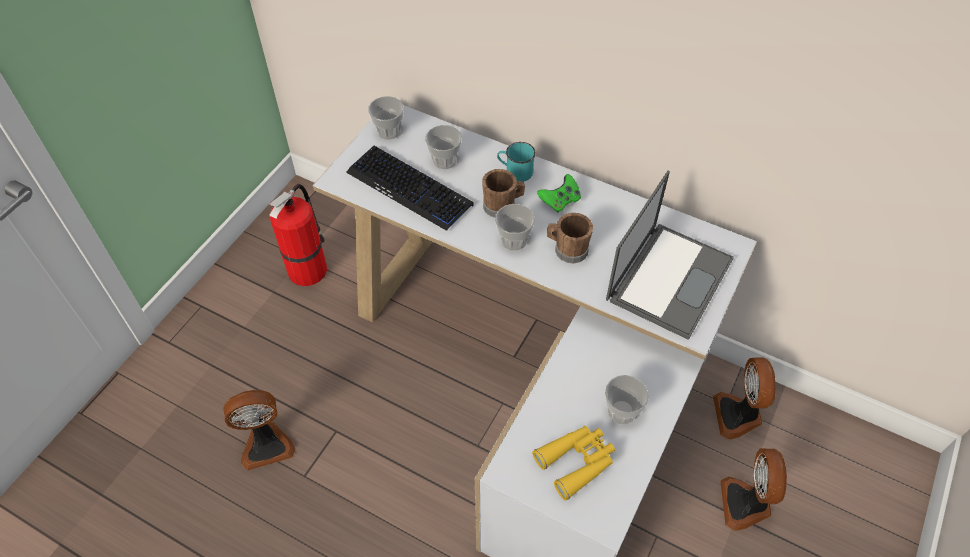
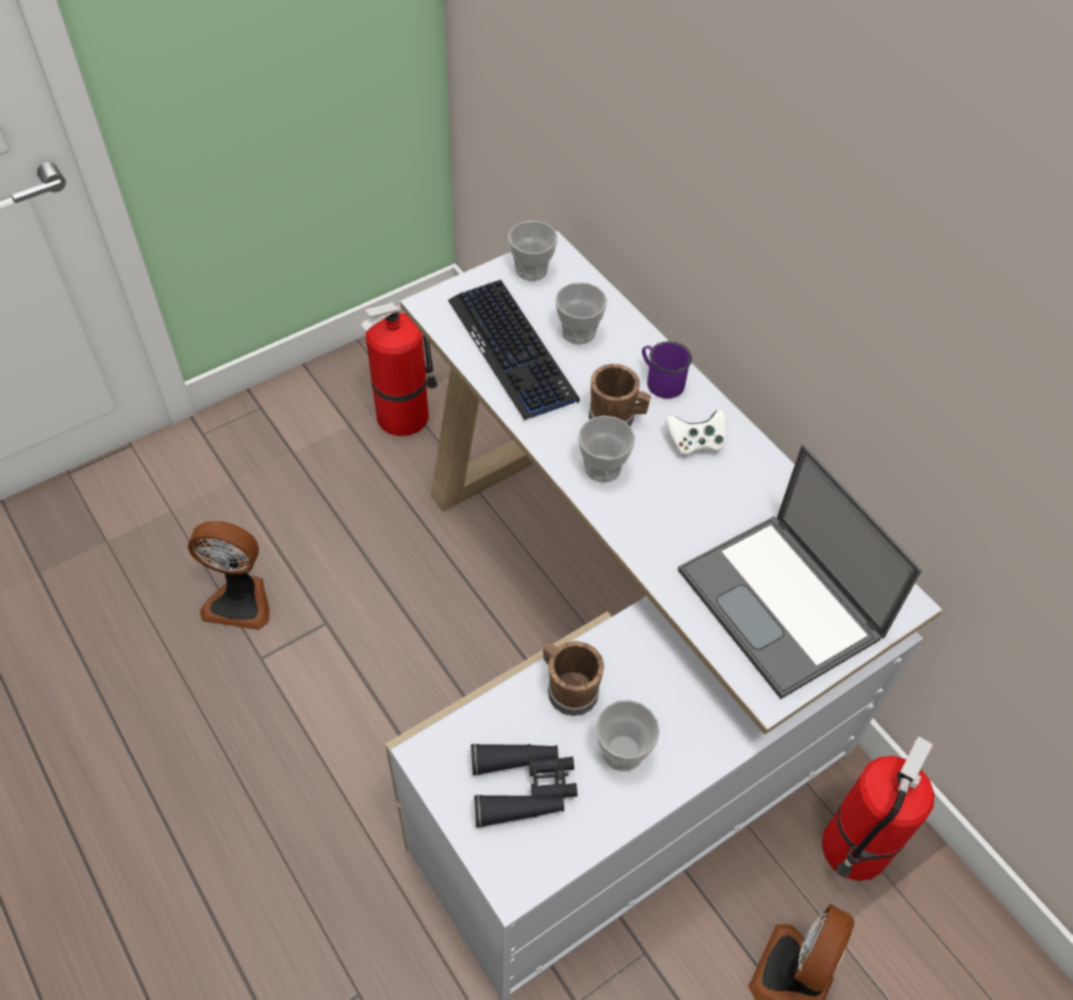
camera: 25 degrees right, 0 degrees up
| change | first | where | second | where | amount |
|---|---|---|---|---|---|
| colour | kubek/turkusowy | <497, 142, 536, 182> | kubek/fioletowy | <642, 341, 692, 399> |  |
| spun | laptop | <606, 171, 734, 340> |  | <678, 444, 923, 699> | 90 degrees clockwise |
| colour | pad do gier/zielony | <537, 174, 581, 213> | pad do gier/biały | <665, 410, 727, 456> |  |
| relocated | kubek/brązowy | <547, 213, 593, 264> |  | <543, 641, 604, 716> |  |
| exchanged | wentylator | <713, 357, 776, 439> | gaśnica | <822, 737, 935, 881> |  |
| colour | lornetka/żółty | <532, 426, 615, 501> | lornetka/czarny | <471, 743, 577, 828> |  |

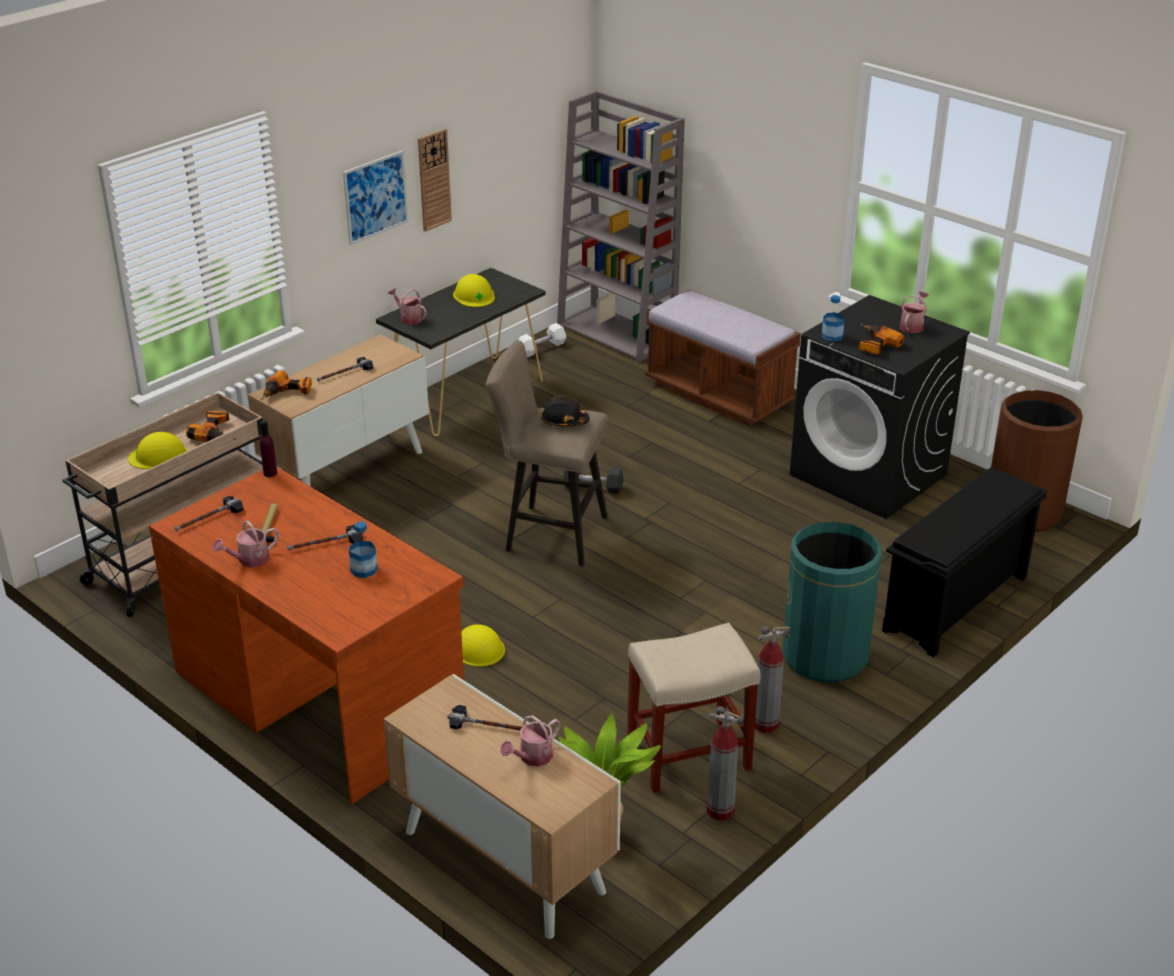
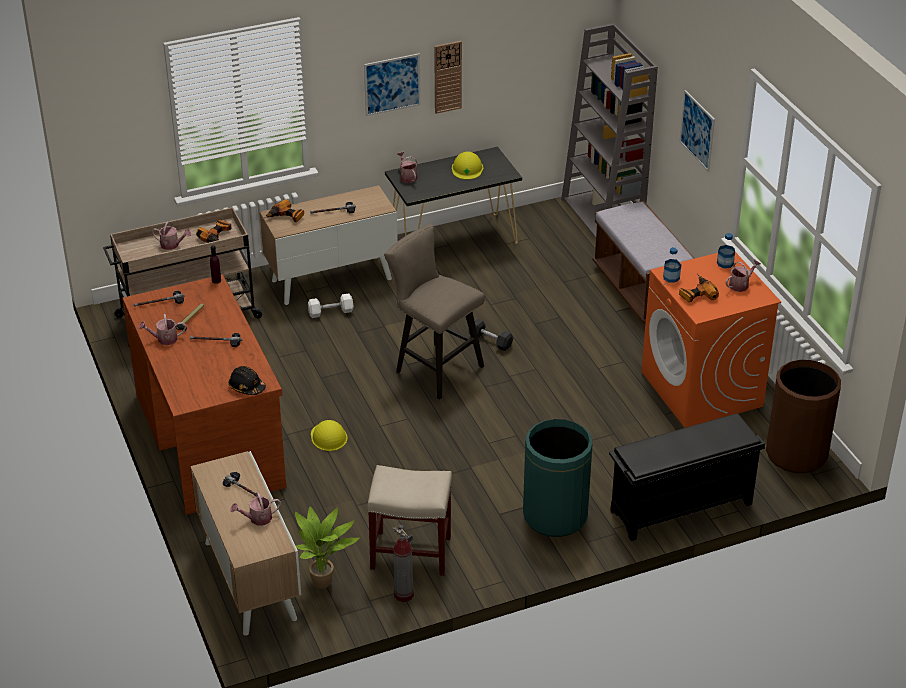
camera: 25 degrees right, 5 degrees up
| change | first | where | second | where | amount |
|---|---|---|---|---|---|
| colour | pralka/czarny | <790, 295, 970, 519> | pralka/pomarańczowy | <641, 252, 781, 428> |  |
| relocated | hantel/biały | <518, 323, 567, 357> |  | <308, 293, 354, 318> |  |
| relocated | kask/czarny | <541, 395, 590, 426> |  | <228, 366, 266, 395> |  |
| exchanged | kask/żółty | <128, 432, 187, 469> | konewka | <152, 221, 191, 250> |  |
| relocated | butelka | <349, 522, 377, 578> |  | <717, 233, 735, 269> |  |
| missing | gaśnica | <755, 626, 790, 733> |  |  |  |
| appeared |  |  | obraz | <679, 90, 715, 172> |  |

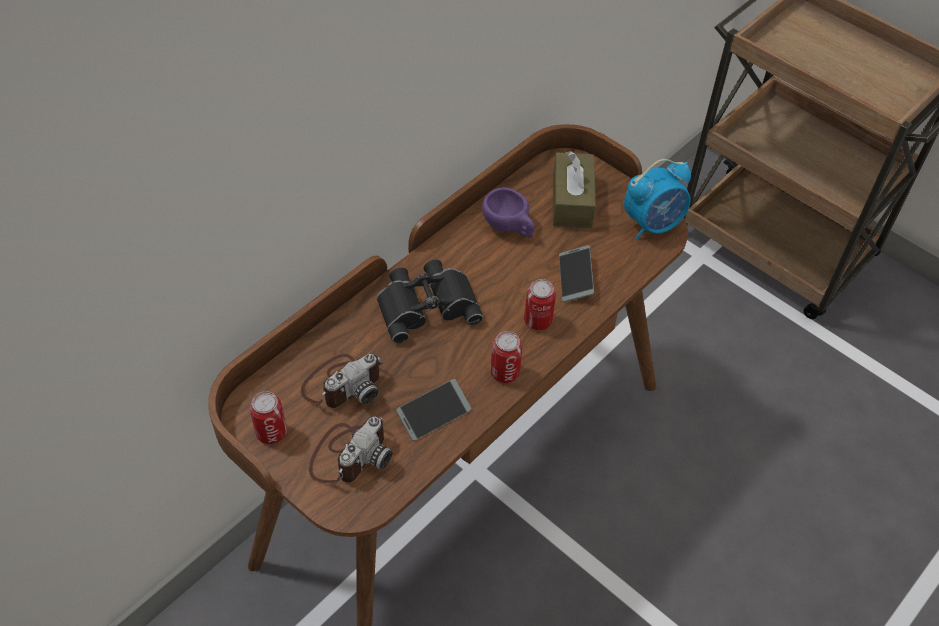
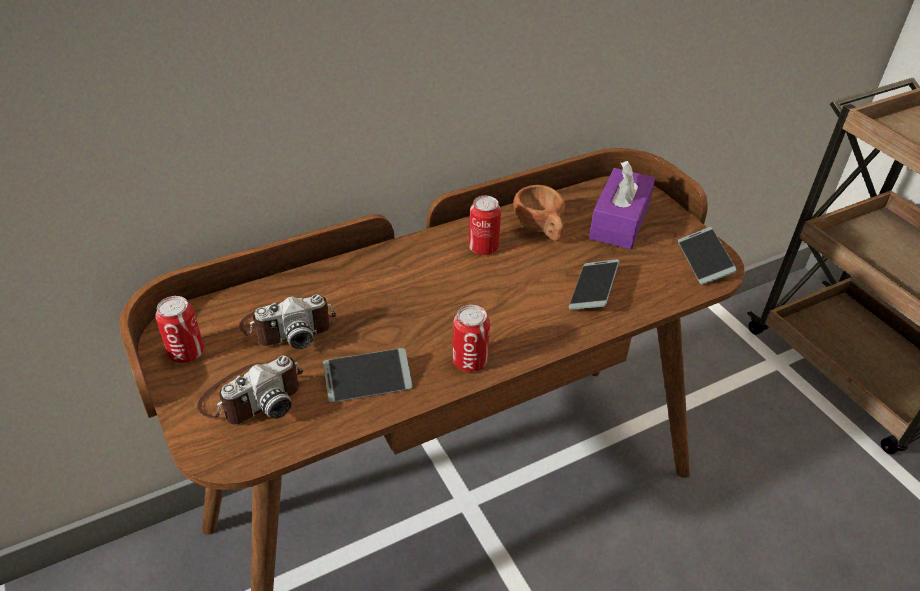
camera: 20 degrees right, 10 degrees down
| change | first | where | second | where | amount |
|---|---|---|---|---|---|
| colour | pudełko chusteczek/brązowy | <553, 151, 596, 228> | pudełko chusteczek/fioletowy | <589, 161, 655, 250> |  |
| exchanged | budzik | <624, 159, 691, 240> | telefon | <678, 227, 737, 285> |  |
| colour | filiżanka/fioletowy | <482, 187, 535, 238> | filiżanka/brązowy | <513, 185, 565, 241> |  |
| missing | lornetka/czarny | <377, 260, 483, 344> |  |  |  |
| relocated | puszka | <524, 279, 556, 330> |  | <469, 196, 501, 255> |  |

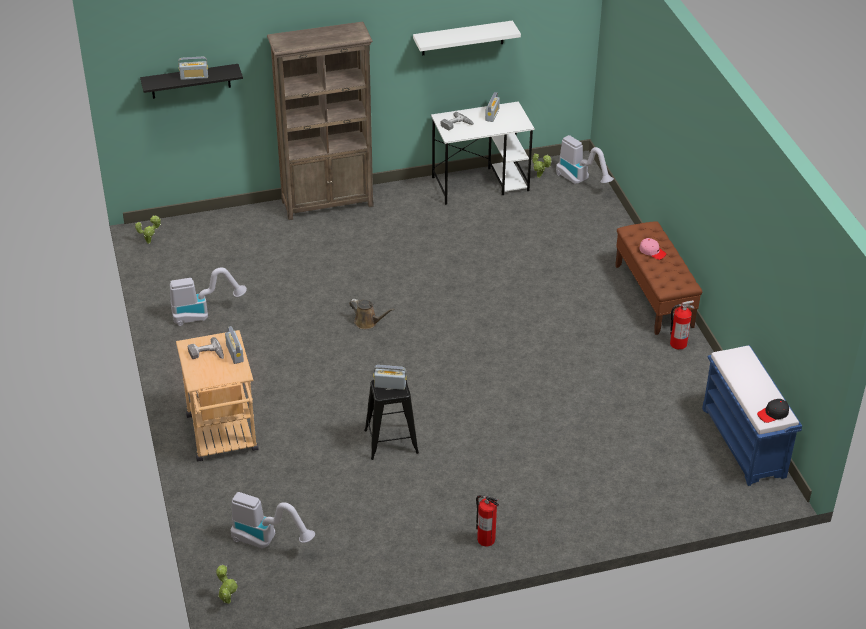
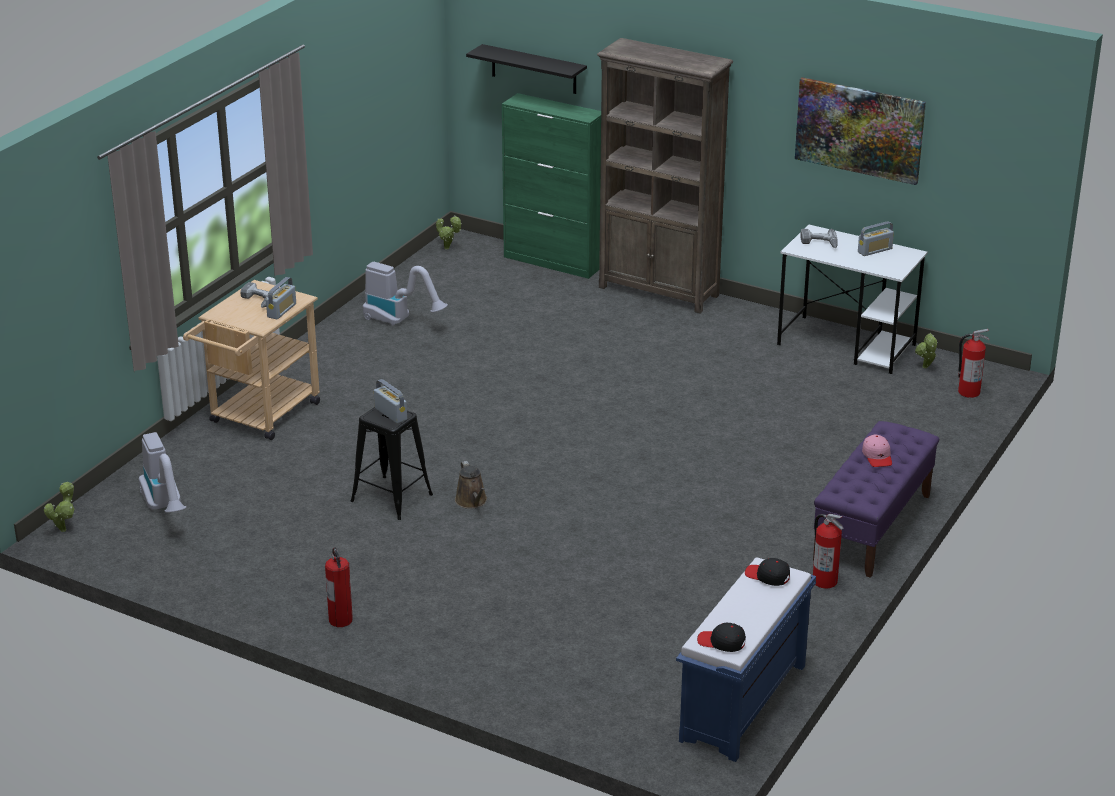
camera: 45 degrees right, 10 degrees down
| change | first | where | second | where | amount |
|---|---|---|---|---|---|
| exchanged | półka/biały | <413, 20, 521, 55> | obraz | <795, 77, 926, 185> |  |
| missing | radio | <178, 57, 208, 80> |  |  |  |
| exchanged | odkurzacz | <556, 135, 614, 184> | gaśnica | <958, 329, 989, 398> |  |
| colour | ławka/brązowy | <615, 222, 702, 335> | ławka/fioletowy | <813, 421, 939, 578> |  |
| relocated | konewka/brązowy | <349, 299, 395, 329> |  | <455, 461, 487, 509> |  |
| appeared |  |  | szafka/zielony | <502, 93, 601, 279> |  |
| appeared |  |  | czapka z daszkiem/czarny | <745, 558, 790, 586> |  |

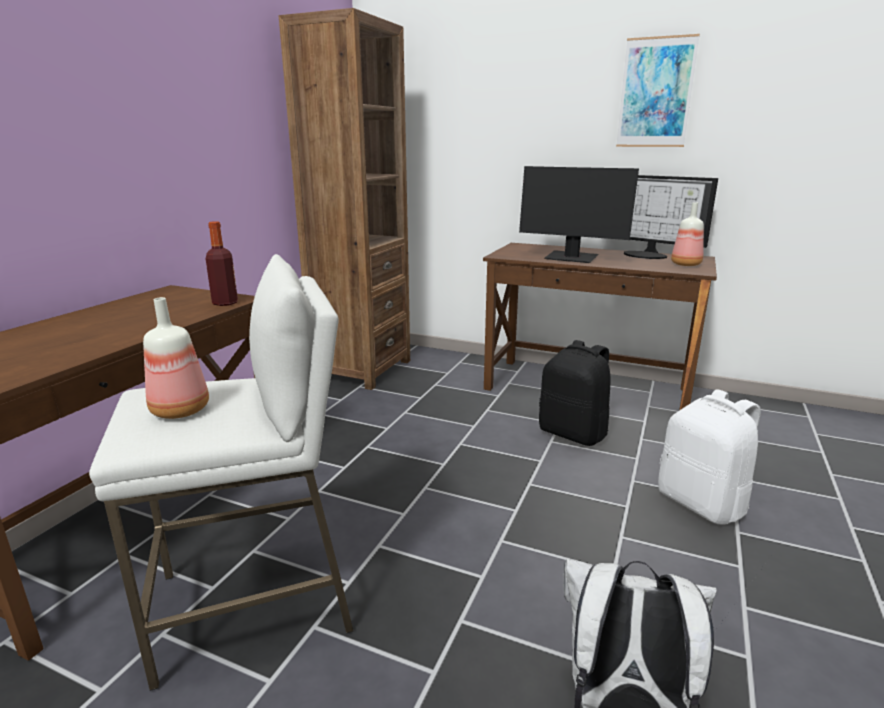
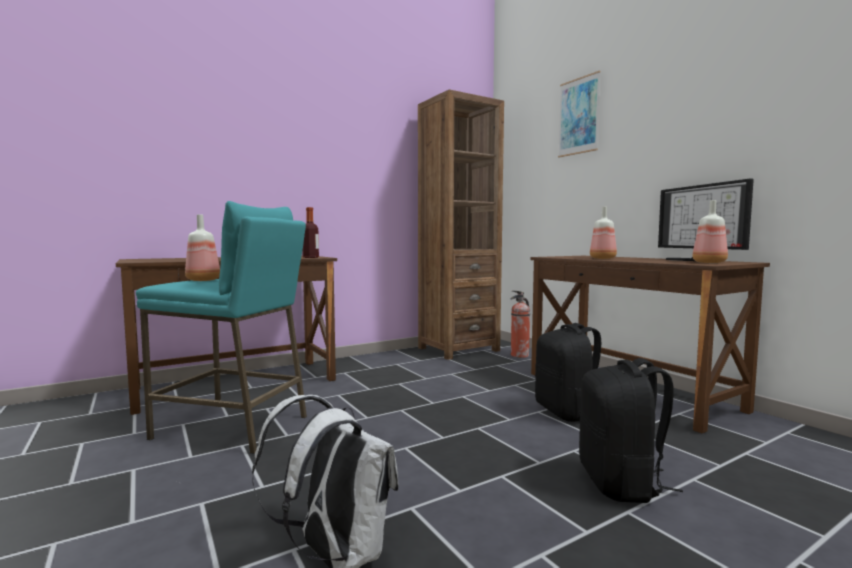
camera: 35 degrees right, 15 degrees down
| change | first | where | second | where | amount |
|---|---|---|---|---|---|
| relocated | obraz | <616, 34, 700, 147> |  | <558, 71, 601, 157> |  |
| exchanged | monitor | <519, 166, 639, 263> | butelka | <590, 206, 617, 259> |  |
| colour | stołek/biały | <89, 254, 354, 691> | stołek/turkusowy | <136, 201, 307, 454> |  |
| colour | plecak/biały | <658, 389, 761, 525> | plecak/czarny | <579, 358, 683, 503> |  |
| appeared |  |  | gaśnica | <511, 291, 530, 358> |  |

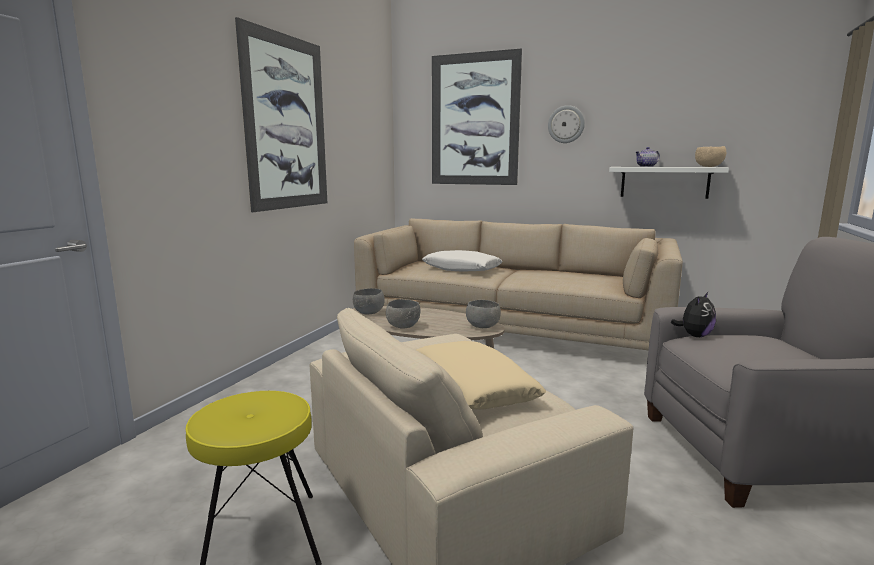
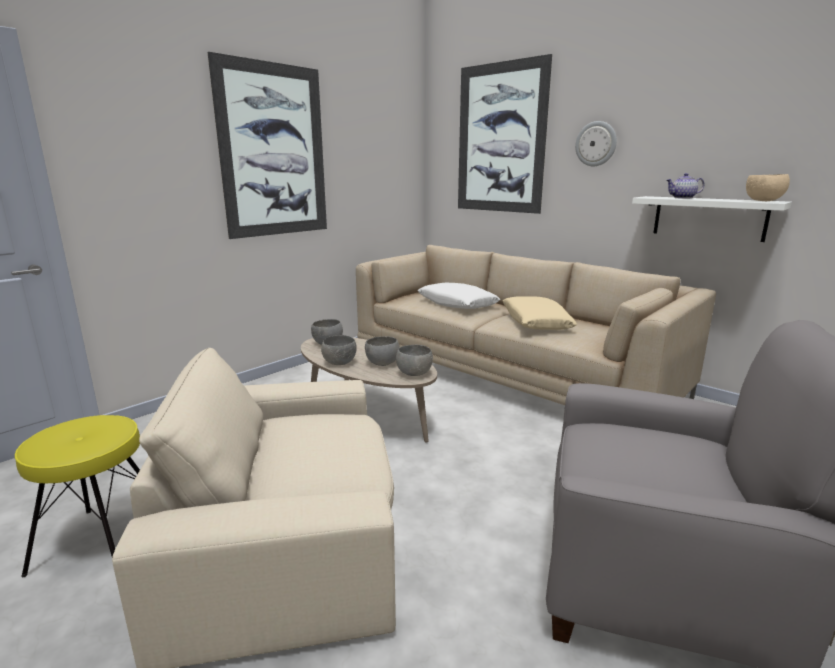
camera: 20 degrees right, 5 degrees up
| change | first | where | second | where | amount |
|---|---|---|---|---|---|
| missing | pluszak | <671, 292, 716, 337> |  |  |  |
| relocated | poduszka/beżowy | <416, 341, 546, 410> |  | <503, 296, 577, 330> |  |
| appeared |  |  | miska/szary | <365, 336, 400, 366> |  |

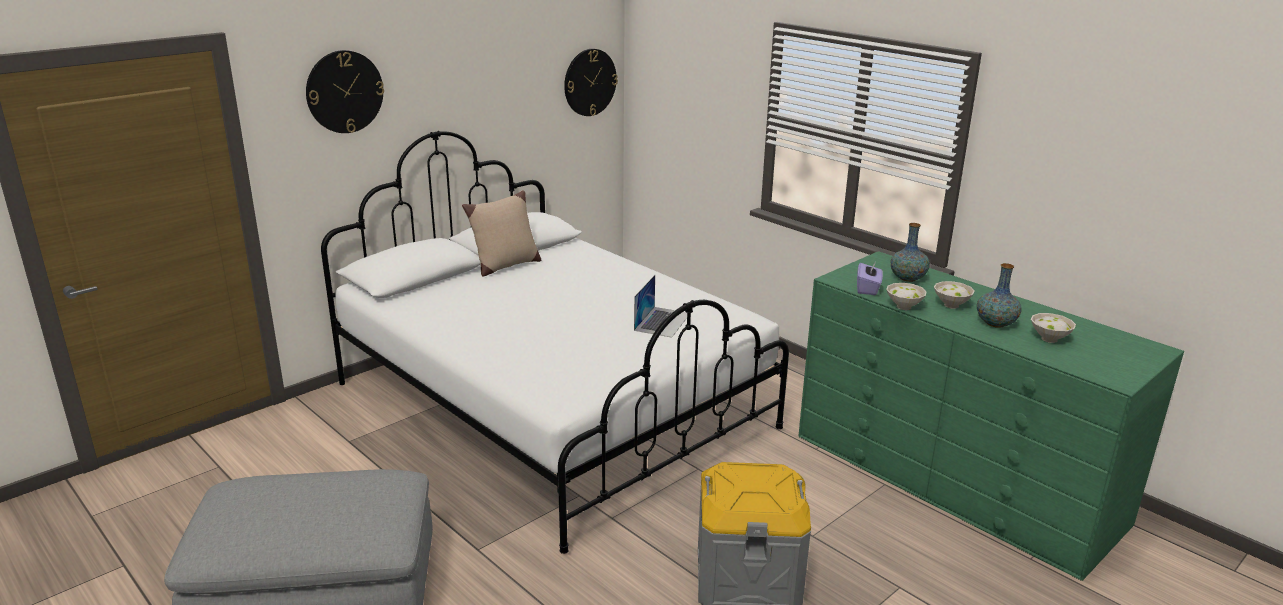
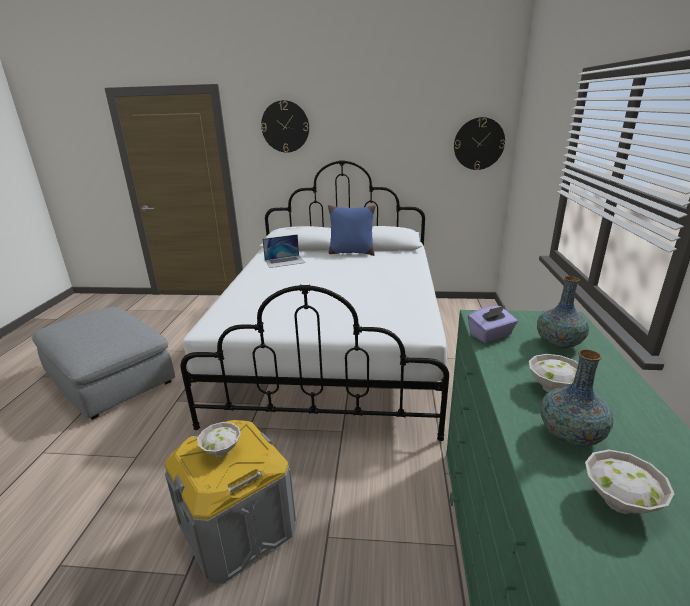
camera: 50 degrees right, 0 degrees up
| change | first | where | second | where | amount |
|---|---|---|---|---|---|
| colour | poduszka/beżowy | <462, 190, 541, 276> | poduszka/niebieski | <328, 205, 375, 256> |  |
| relocated | laptop | <634, 275, 687, 338> |  | <263, 234, 305, 268> |  |
| relocated | miska/biały | <886, 283, 927, 310> |  | <197, 422, 241, 457> |  |

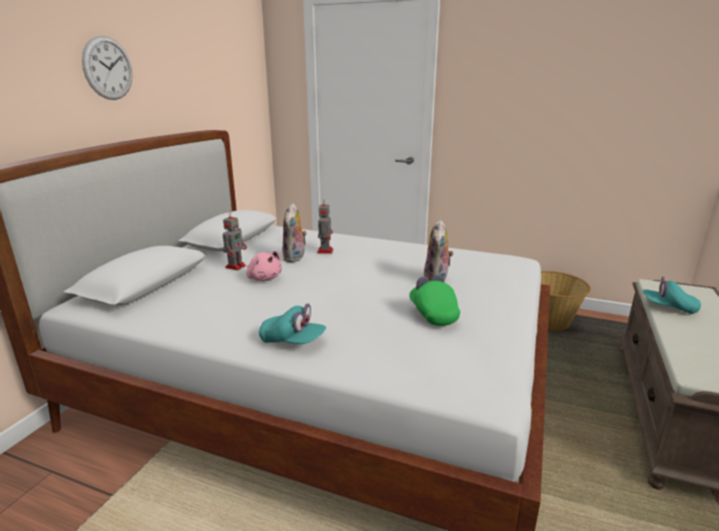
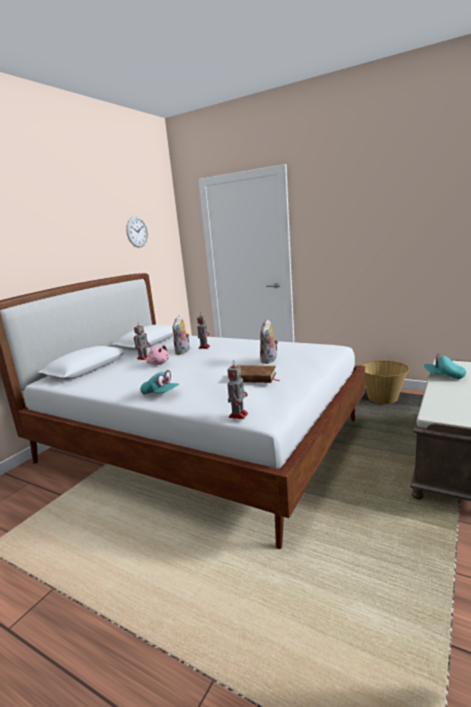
camera: 10 degrees right, 5 degrees down
| change | first | where | second | where | amount |
|---|---|---|---|---|---|
| relocated | zegar ścienny | <82, 36, 133, 100> |  | <126, 216, 148, 248> |  |
| exchanged | czapka z daszkiem/zielony | <409, 275, 460, 326> | książka/brązowy | <230, 365, 280, 383> |  |
| appeared |  |  | robot zabawkowy | <227, 360, 248, 419> |  |

